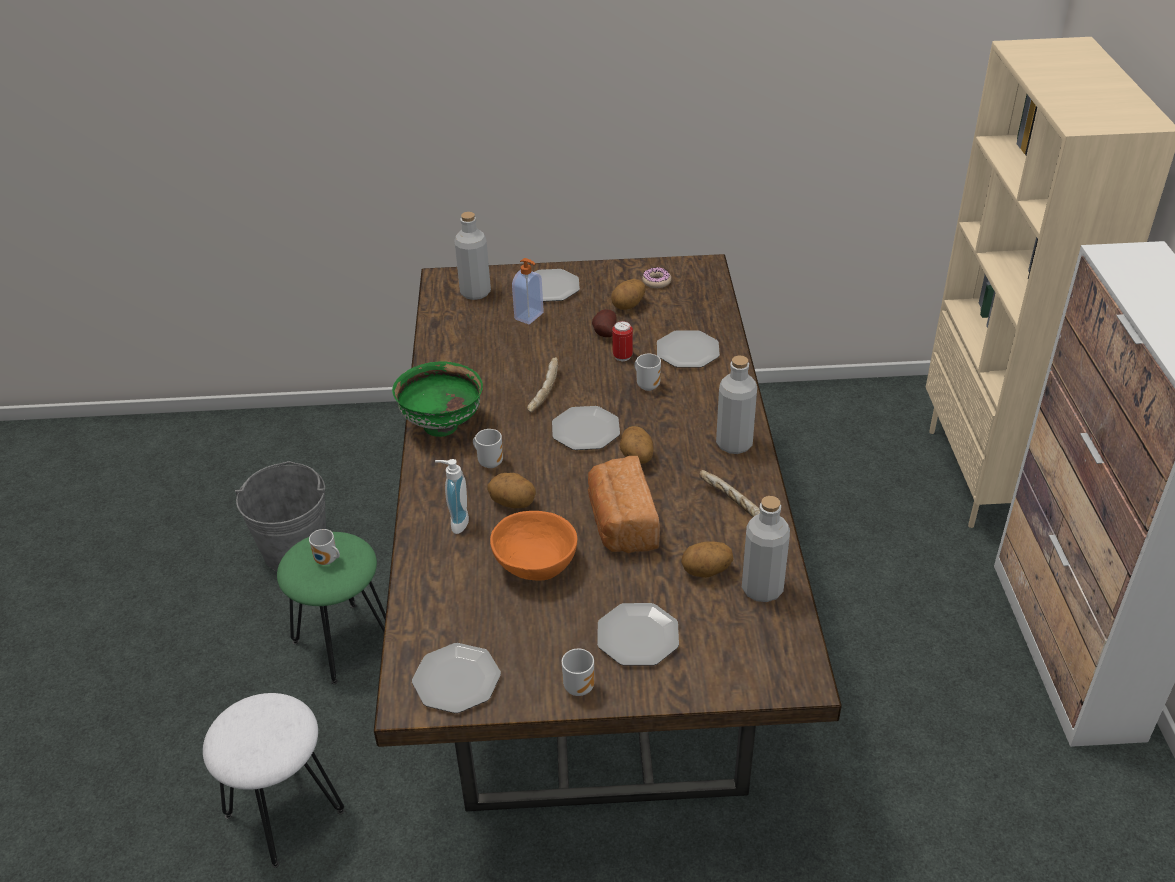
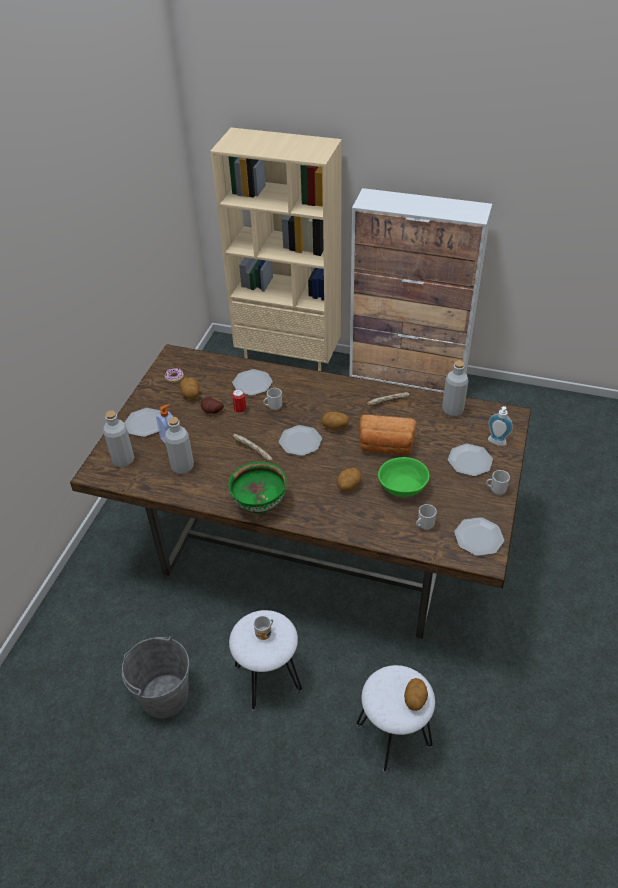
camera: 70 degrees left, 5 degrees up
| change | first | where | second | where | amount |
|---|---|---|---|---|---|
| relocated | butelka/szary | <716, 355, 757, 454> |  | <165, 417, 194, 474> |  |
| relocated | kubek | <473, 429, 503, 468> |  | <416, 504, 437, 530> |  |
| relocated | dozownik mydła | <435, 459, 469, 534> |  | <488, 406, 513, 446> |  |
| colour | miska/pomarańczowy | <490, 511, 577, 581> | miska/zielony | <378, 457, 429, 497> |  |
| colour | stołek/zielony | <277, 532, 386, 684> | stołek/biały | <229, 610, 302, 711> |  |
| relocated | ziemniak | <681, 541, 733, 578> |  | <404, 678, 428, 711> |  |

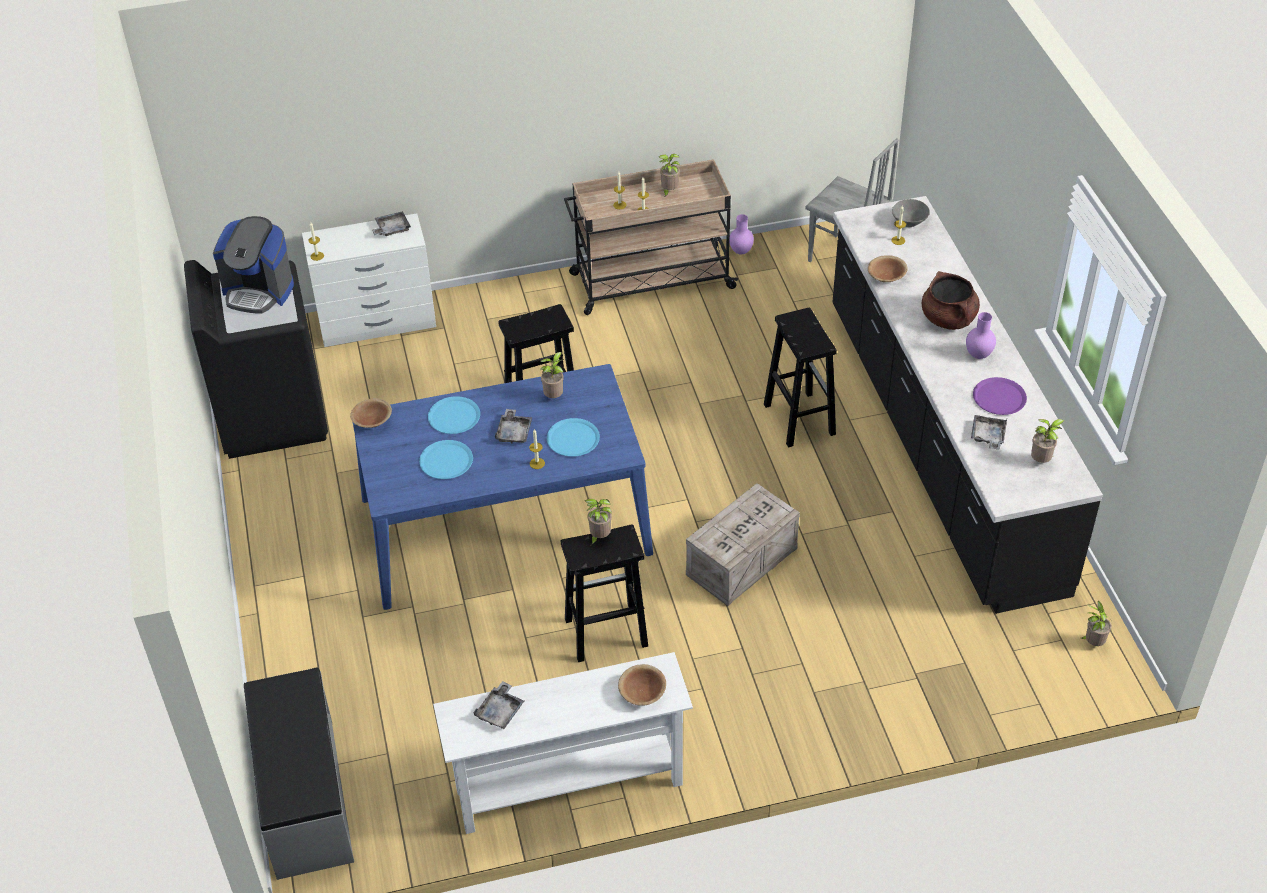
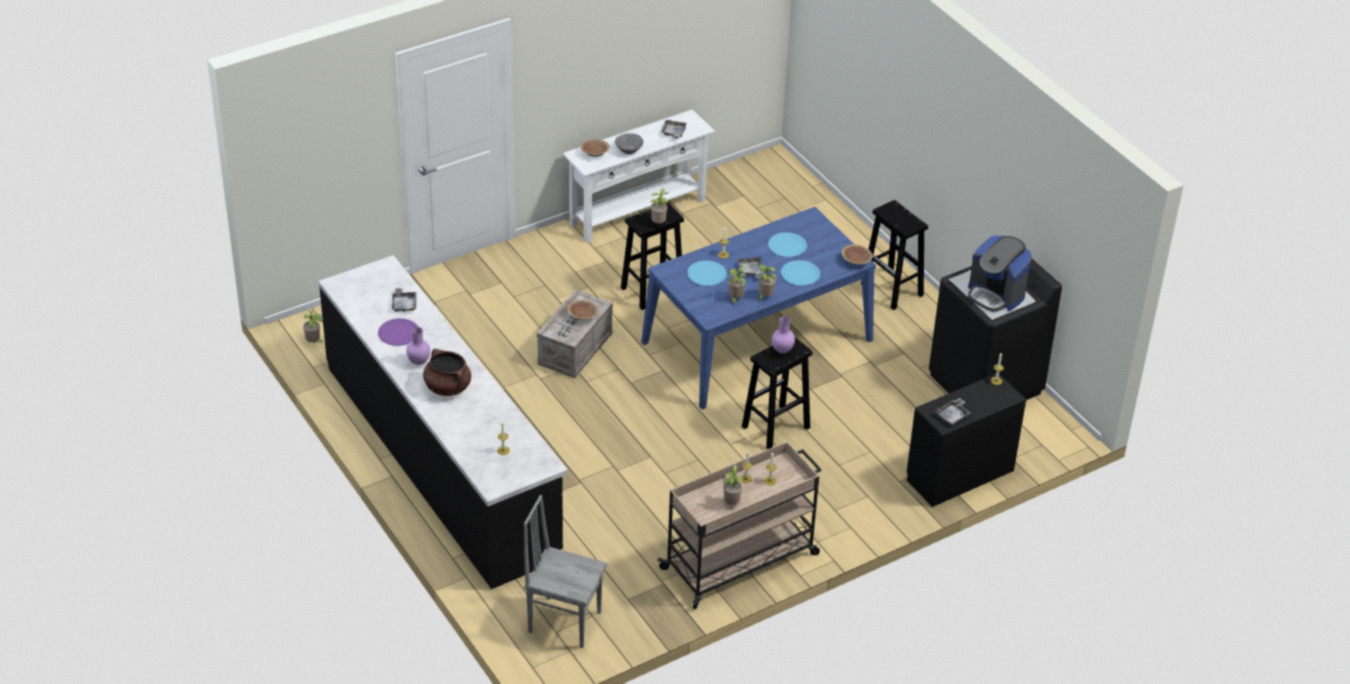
camera: 160 degrees right, 5 degrees down
| change | first | where | second | where | amount |
|---|---|---|---|---|---|
| relocated | miska/szary | <892, 199, 930, 227> |  | <615, 133, 643, 154> |  |
| colour | komoda/biały | <302, 213, 436, 347> | komoda/czarny | <907, 374, 1026, 507> |  |
| relocated | wazon/fioletowy | <729, 214, 754, 255> |  | <772, 316, 795, 354> |  |
| spun | ekspres do kawy | <213, 216, 294, 313> |  | <968, 235, 1032, 312> | 135 degrees counterclockwise |
| relocated | miska/brązowy | <868, 255, 908, 282> |  | <567, 300, 598, 320> |  |
| relocated | stołek/czarny | <764, 308, 837, 447> |  | <861, 200, 928, 310> |  |
| relocated | roślina doniczkowa | <1031, 419, 1064, 463> |  | <758, 265, 776, 301> |  |
| missing | ławka/szary | <244, 667, 354, 880> |  |  |  |

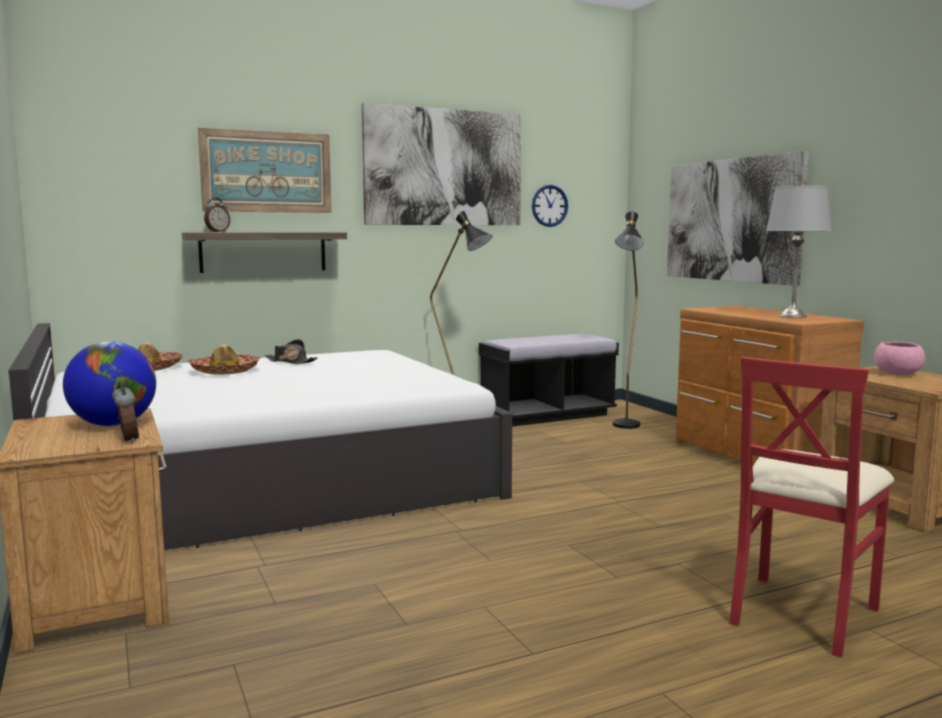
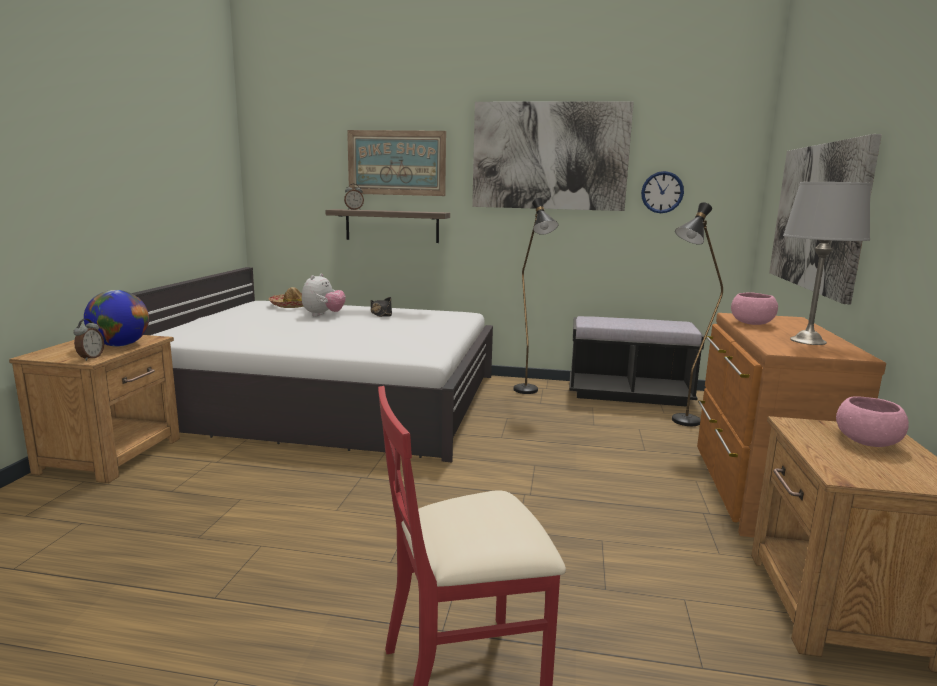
camera: 35 degrees right, 5 degrees up
| change | first | where | second | where | amount |
|---|---|---|---|---|---|
| exchanged | kapelusz | <188, 345, 260, 375> | pluszak | <302, 274, 346, 316> |  |
| appeared |  |  | miska/różowy | <731, 292, 778, 325> |  |

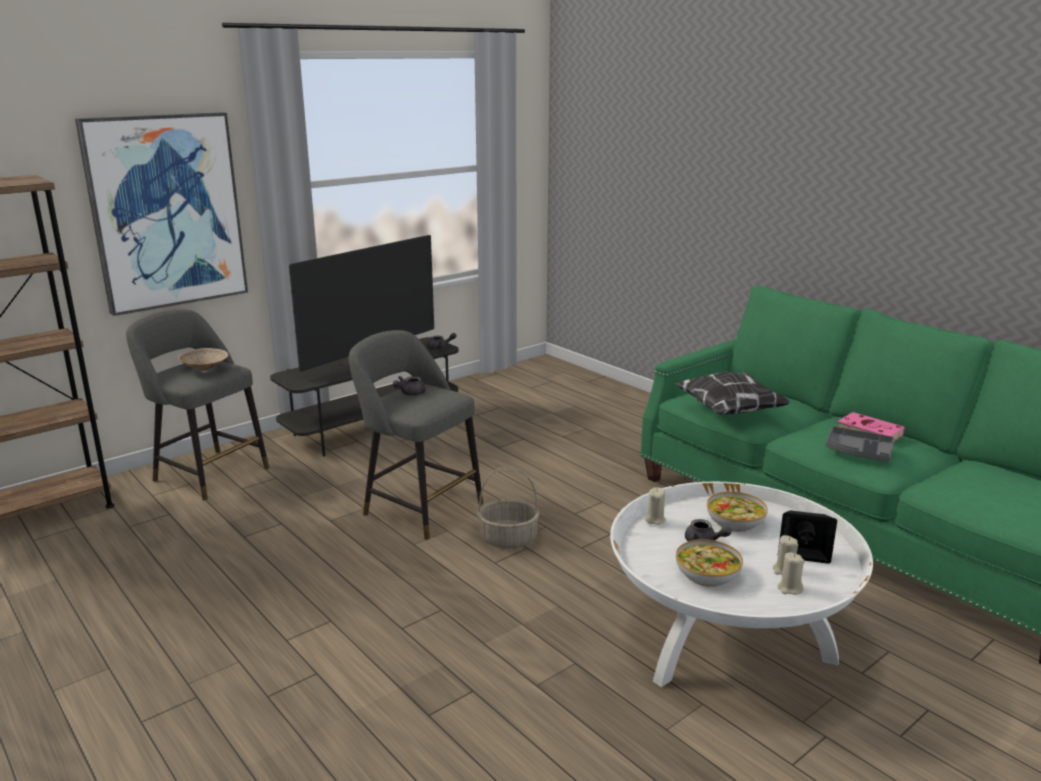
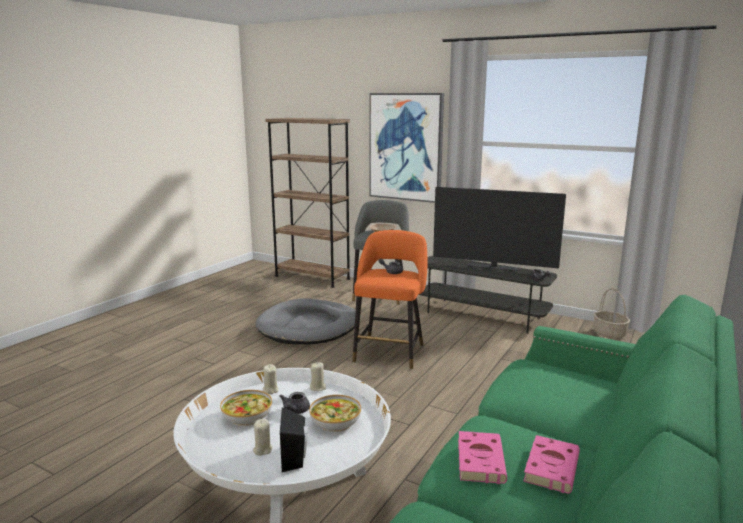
camera: 70 degrees right, 5 degrees down
| change | first | where | second | where | amount |
|---|---|---|---|---|---|
| colour | stołek/szary | <349, 330, 483, 540> | stołek/pomarańczowy | <352, 230, 427, 370> |  |
| missing | poduszka | <675, 371, 790, 415> |  |  |  |
| exchanged | taca/szary | <826, 426, 895, 462> | książka/różowy | <458, 431, 507, 484> |  |
| relocated | koszyk | <477, 467, 540, 549> |  | <594, 288, 630, 339> |  |
| relocated | świeca/beżowy | <777, 552, 805, 595> |  | <263, 364, 279, 394> |  |
| appeared |  |  | legowisko/szary | <255, 298, 356, 345> |  |

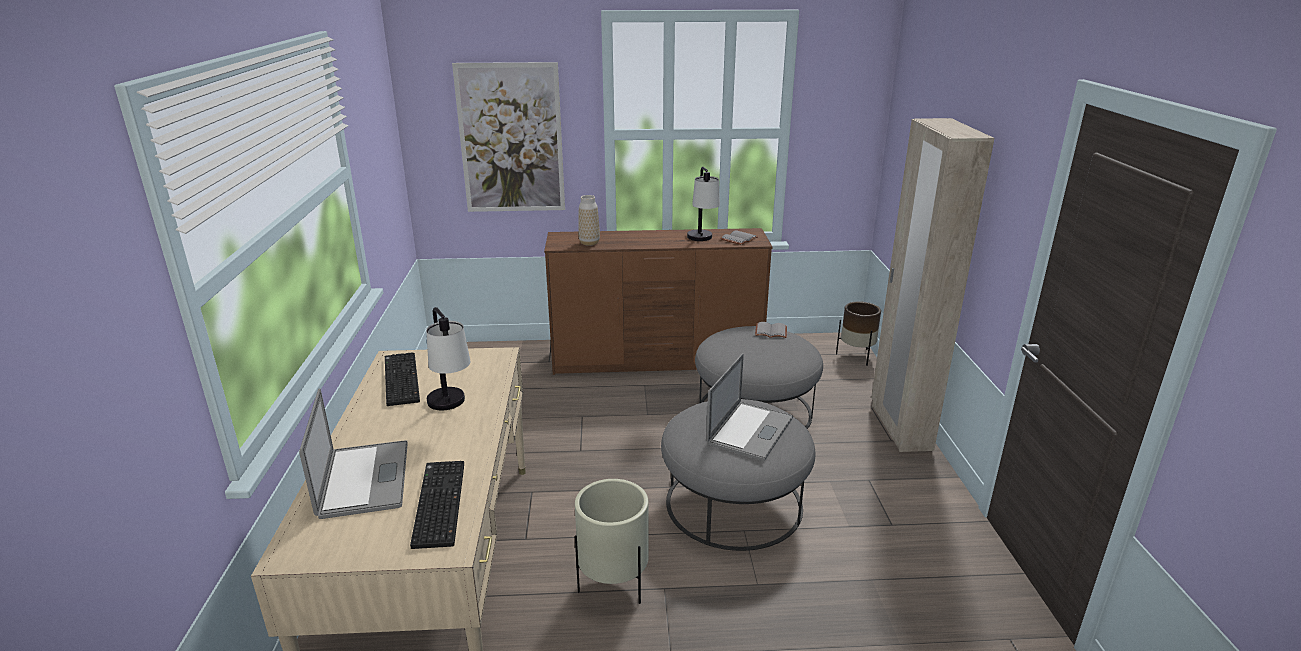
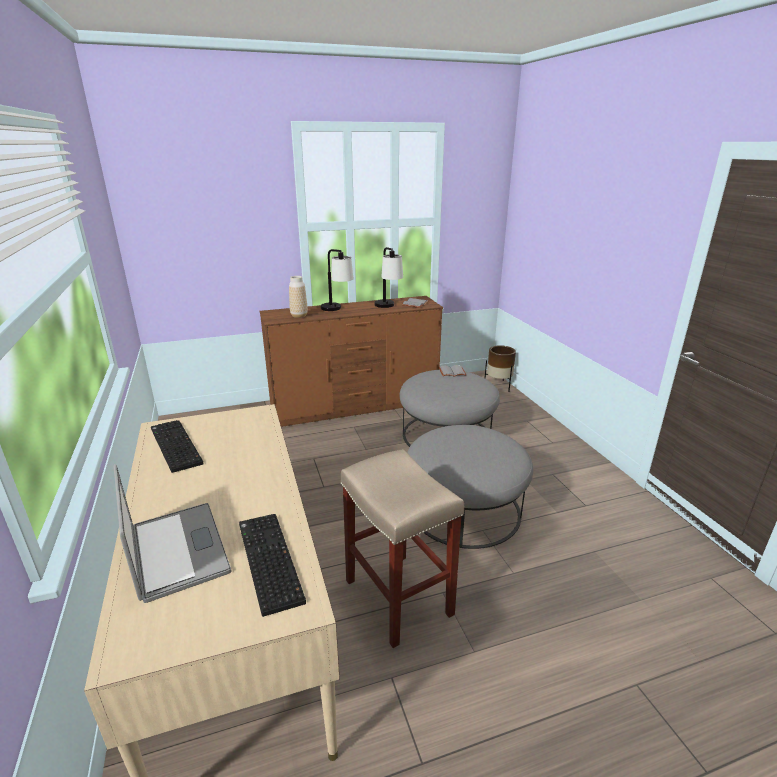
camera: 15 degrees left, 0 degrees up
| change | first | where | second | where | amount |
|---|---|---|---|---|---|
| missing | obraz | <452, 62, 565, 212> |  |  |  |
| missing | szafa/beżowy | <871, 118, 994, 452> |  |  |  |
| relocated | lampa stołowa | <426, 307, 471, 410> |  | <321, 249, 354, 311> |  |
| missing | laptop | <706, 353, 793, 461> |  |  |  |
| exchanged | donica/beżowy | <575, 479, 649, 604> | stołek/beżowy | <341, 449, 464, 648> |  |

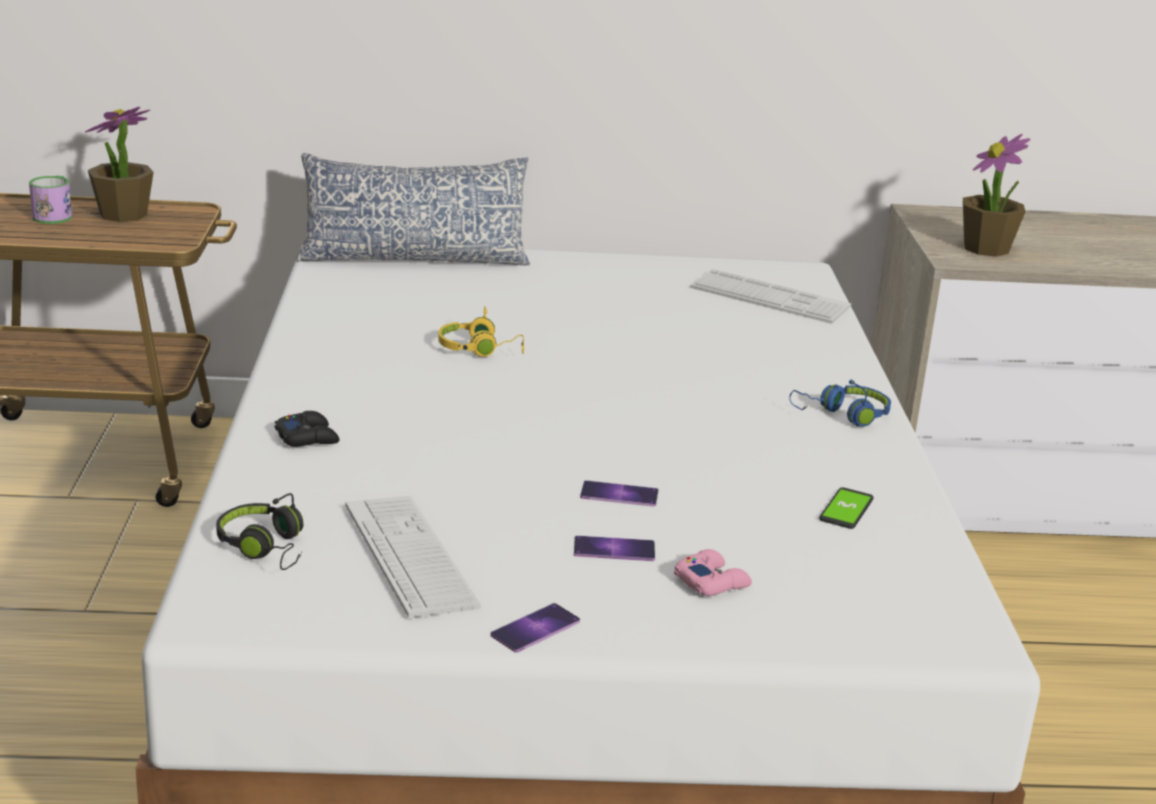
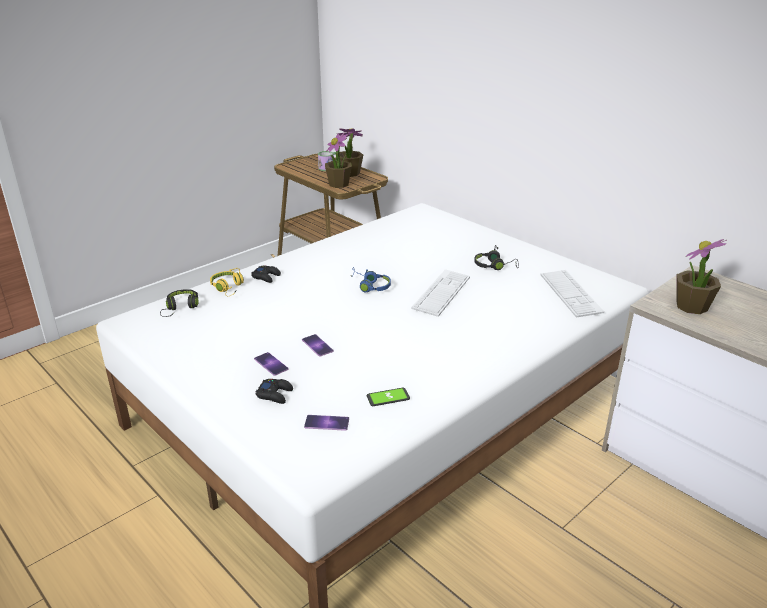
camera: 50 degrees right, 5 degrees up
| change | first | where | second | where | amount |
|---|---|---|---|---|---|
| missing | poduszka | <296, 153, 530, 265> |  |  |  |
| relocated | słuchawki/żółty | <438, 306, 524, 357> |  | <210, 268, 244, 296> |  |
| relocated | słuchawki/niebieski | <789, 380, 891, 427> |  | <351, 267, 391, 292> |  |
| relocated | klawiatura | <345, 496, 481, 618> |  | <411, 269, 470, 317> |  |
| colour | pad do gier/różowy | <674, 549, 752, 596> | pad do gier/czarny | <256, 379, 293, 404> |  |
| relocated | telefon | <490, 603, 580, 653> |  | <304, 415, 349, 431> |  |
| appeared |  |  | roślina doniczkowa | <325, 132, 352, 188> |  |
| appeared |  |  | słuchawki/czarny | <474, 245, 519, 270> |  |

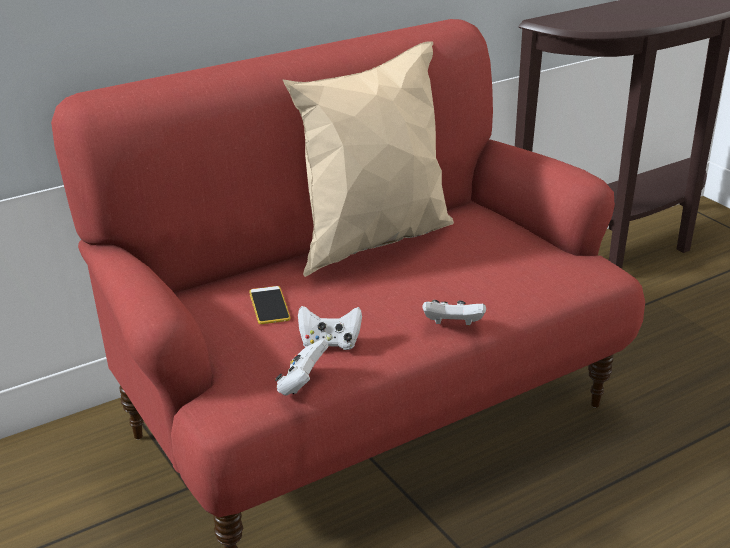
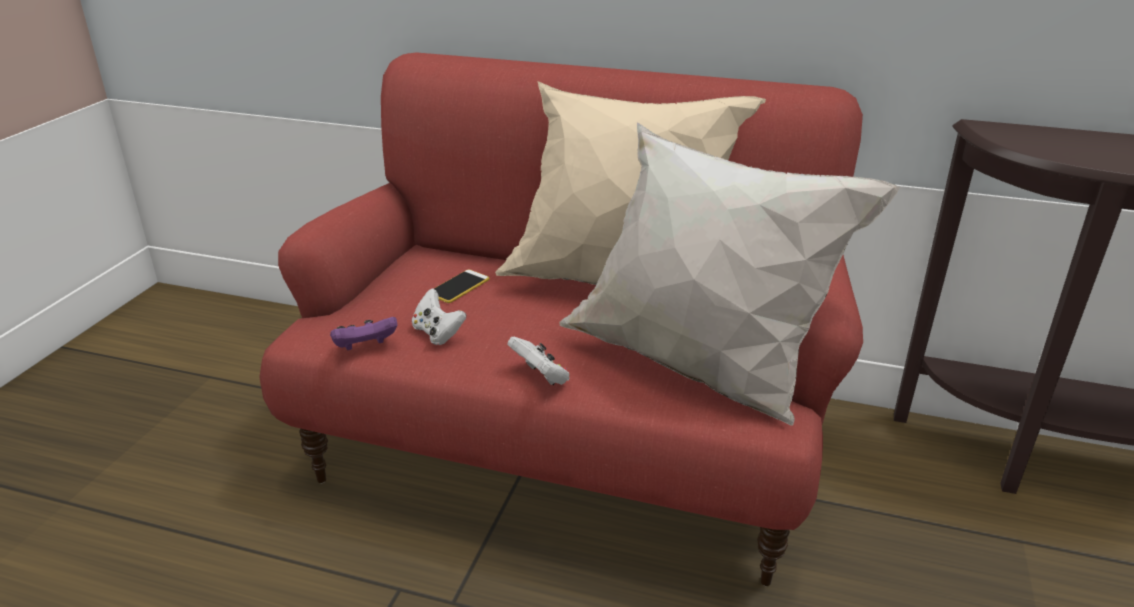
camera: 50 degrees right, 0 degrees up
| change | first | where | second | where | amount |
|---|---|---|---|---|---|
| colour | pad do gier/biały | <275, 340, 329, 396> | pad do gier/fioletowy | <330, 317, 397, 350> |  |
| appeared |  |  | poduszka/biały | <559, 122, 900, 426> |  |

